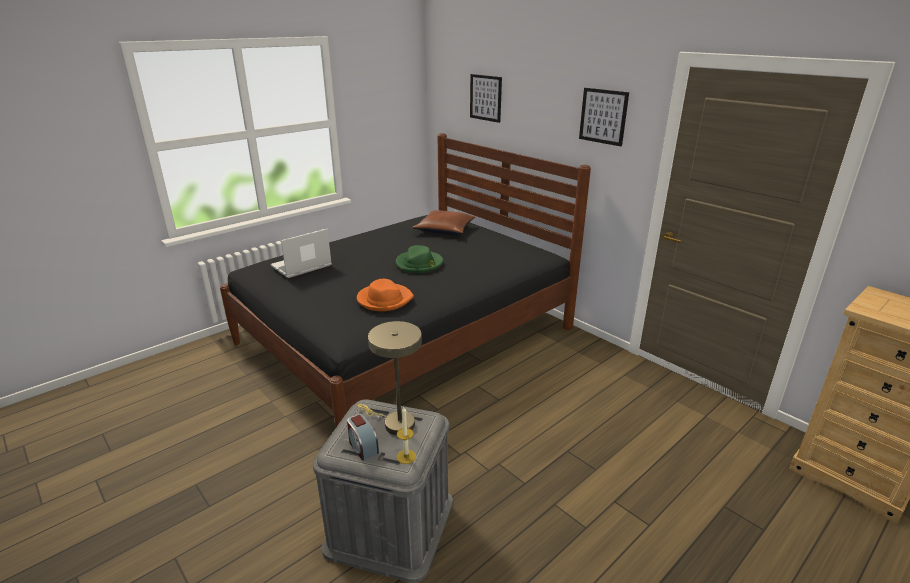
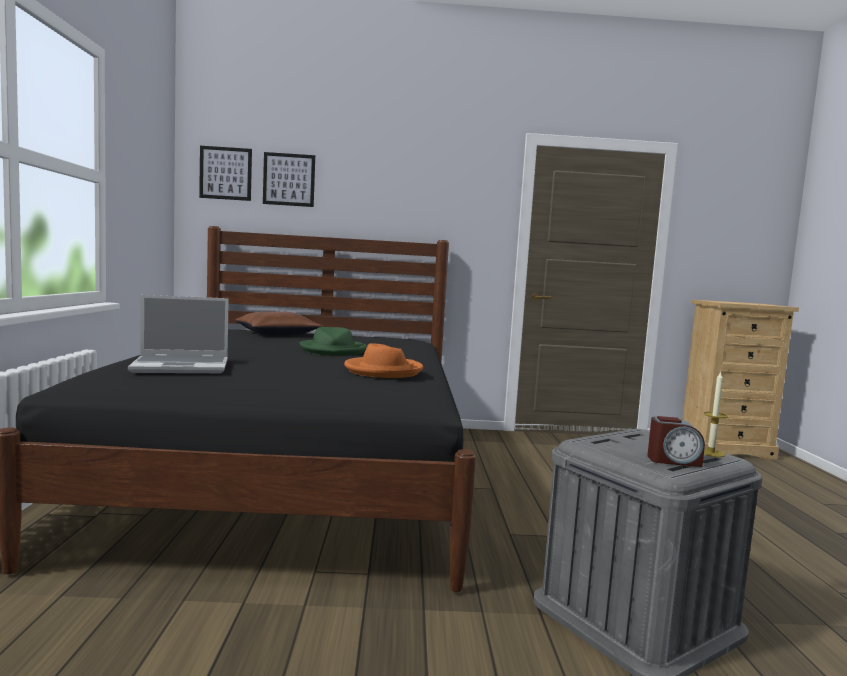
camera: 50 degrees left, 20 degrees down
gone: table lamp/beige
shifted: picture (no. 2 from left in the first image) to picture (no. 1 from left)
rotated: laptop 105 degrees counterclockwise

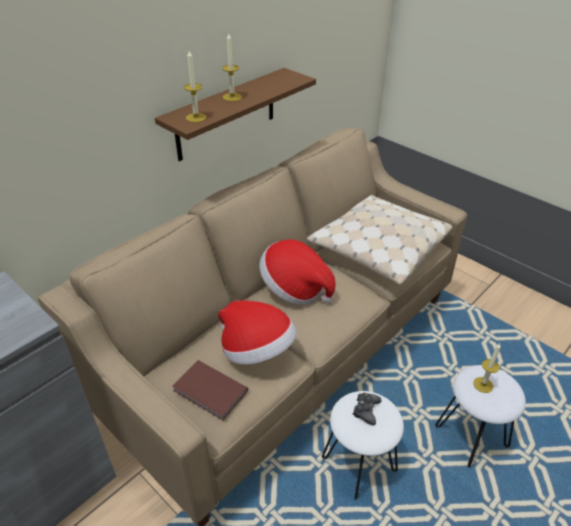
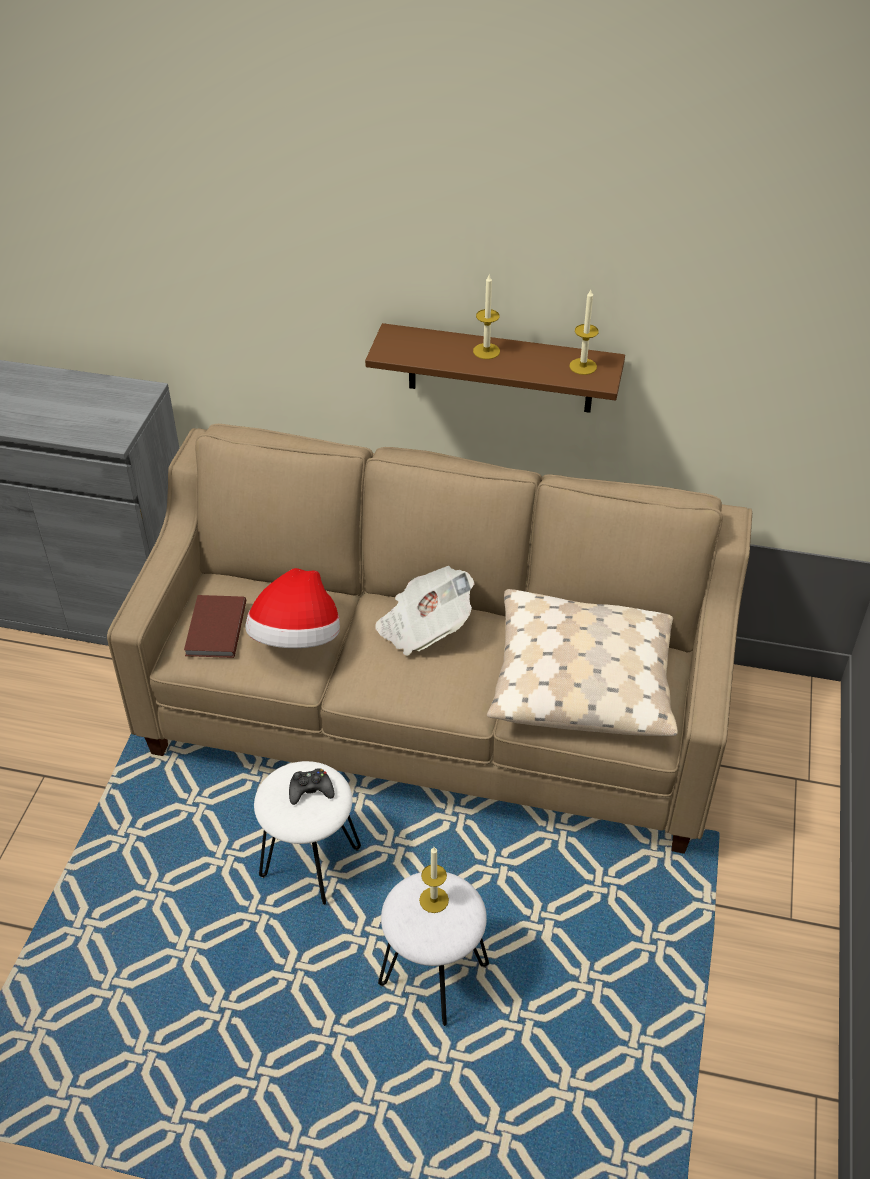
camera: 60 degrees right, 5 degrees up
shifted: candle (no. 1 from left in the first image) to candle (no. 3 from left)
swapped: hat (no. 2 from left) to newspaper

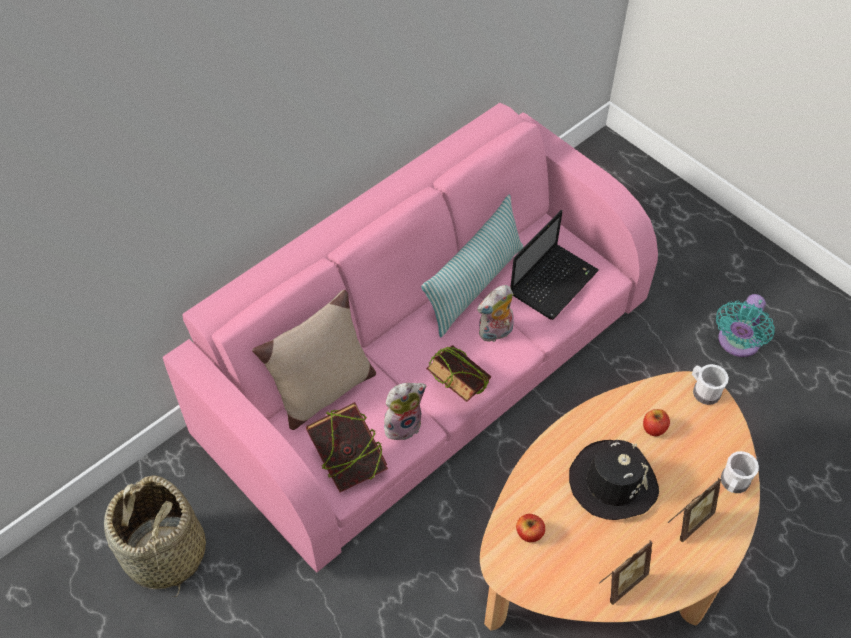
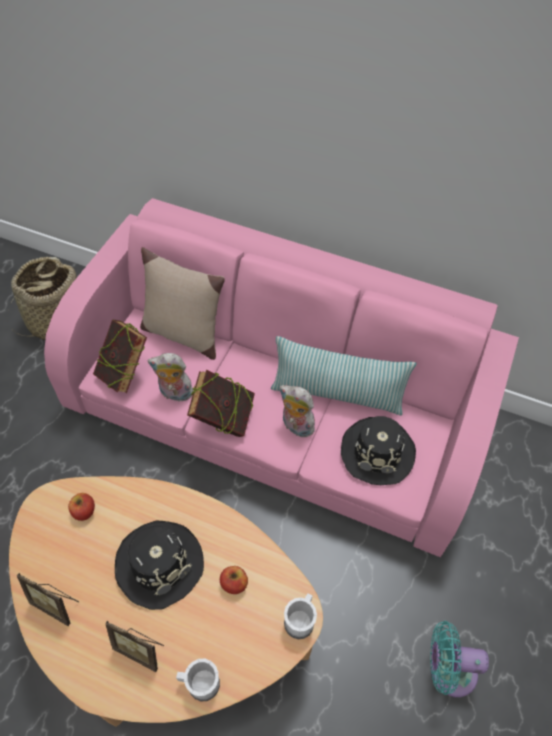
camera: 65 degrees right, 0 degrees up
swapped: laptop to hat/black (no. 2 from left)
rotated: plush toy (no. 1 from left) 150 degrees clockwise

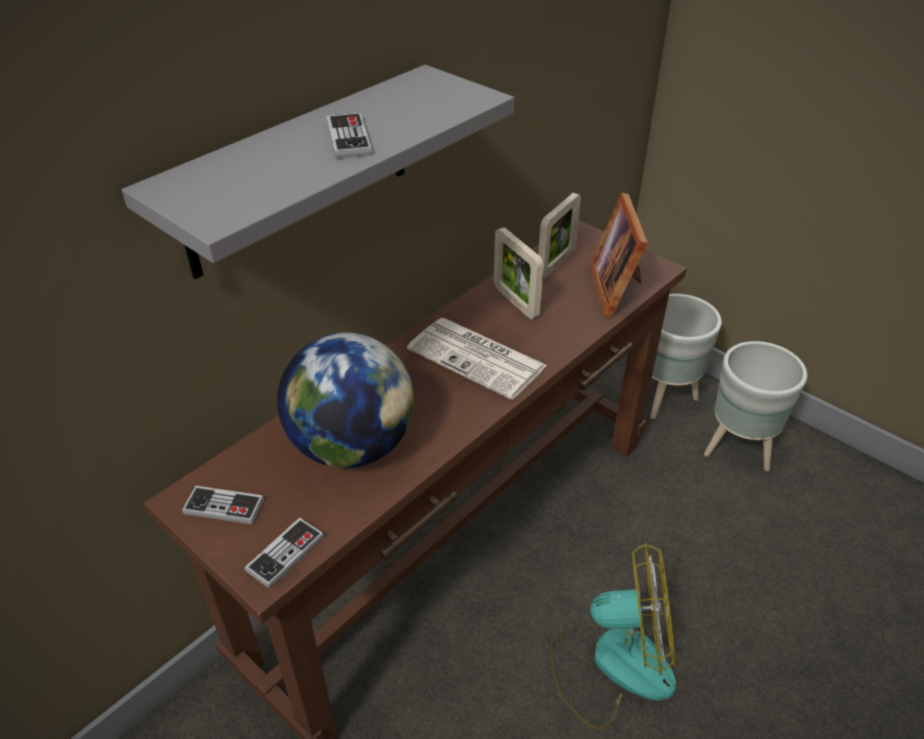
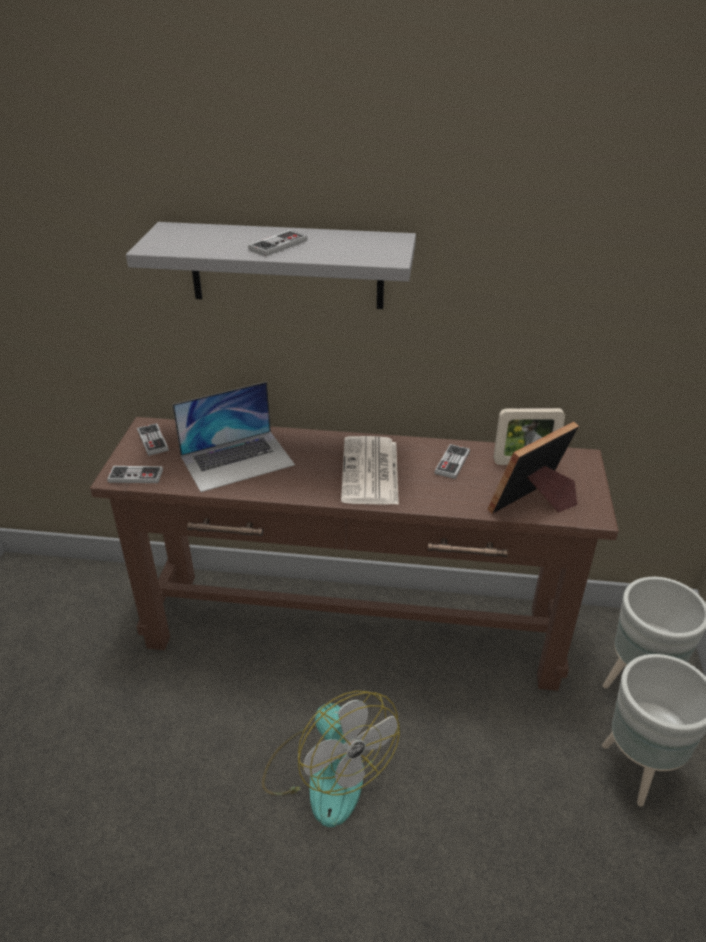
camera: 55 degrees right, 5 degrees down
swapped: globe to laptop; picture frame (no. 1 from left) to game controller (no. 4 from left)

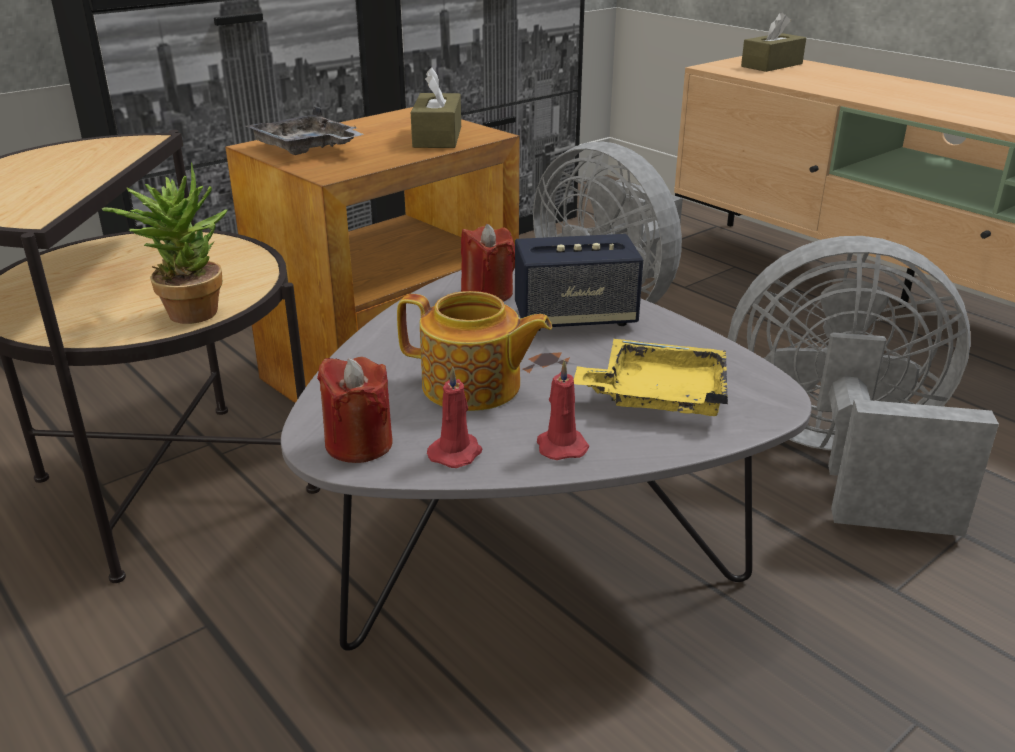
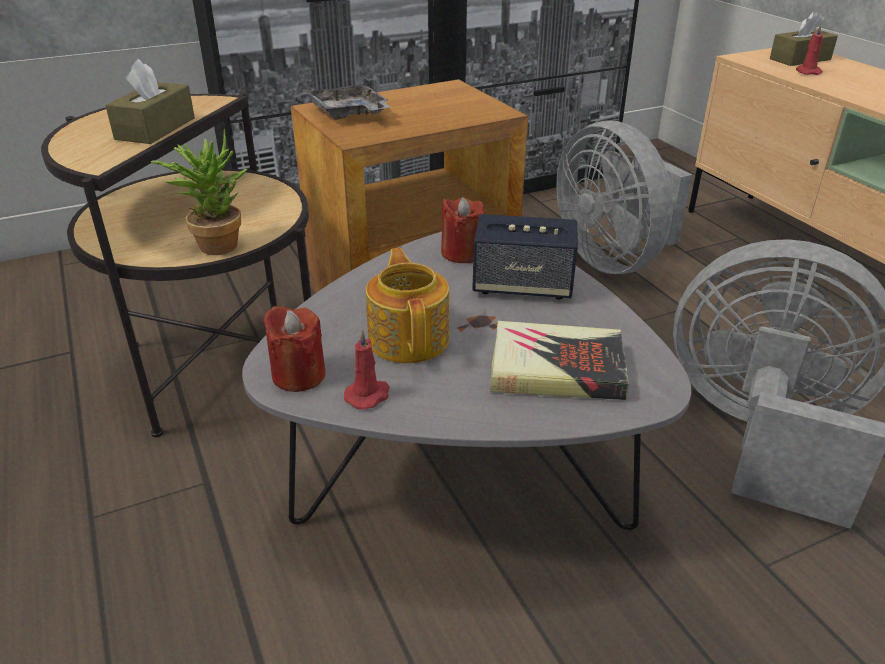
camera: 15 degrees right, 5 degrees up
shifted: tissue box/brown (no. 1 from left); candle/red (no. 4 from left)
swapped: tray/yellow to book
rotated: teapot 135 degrees counterclockwise

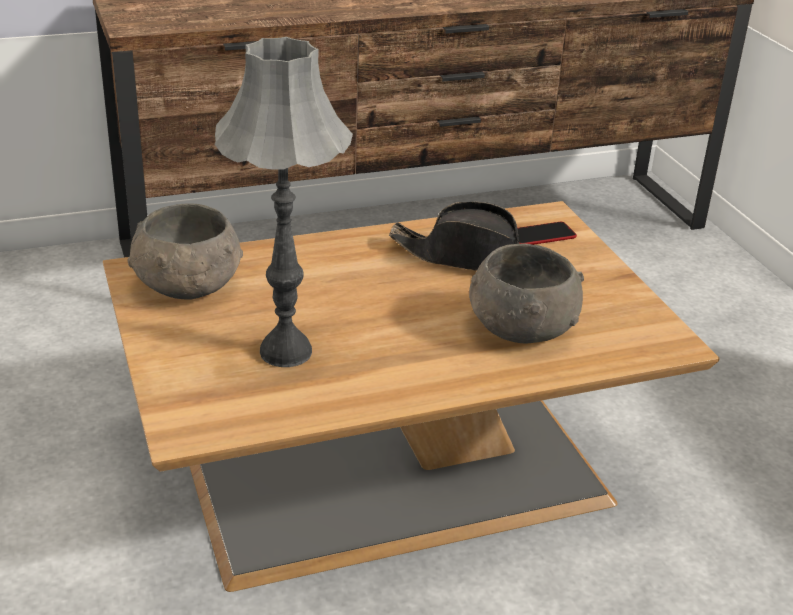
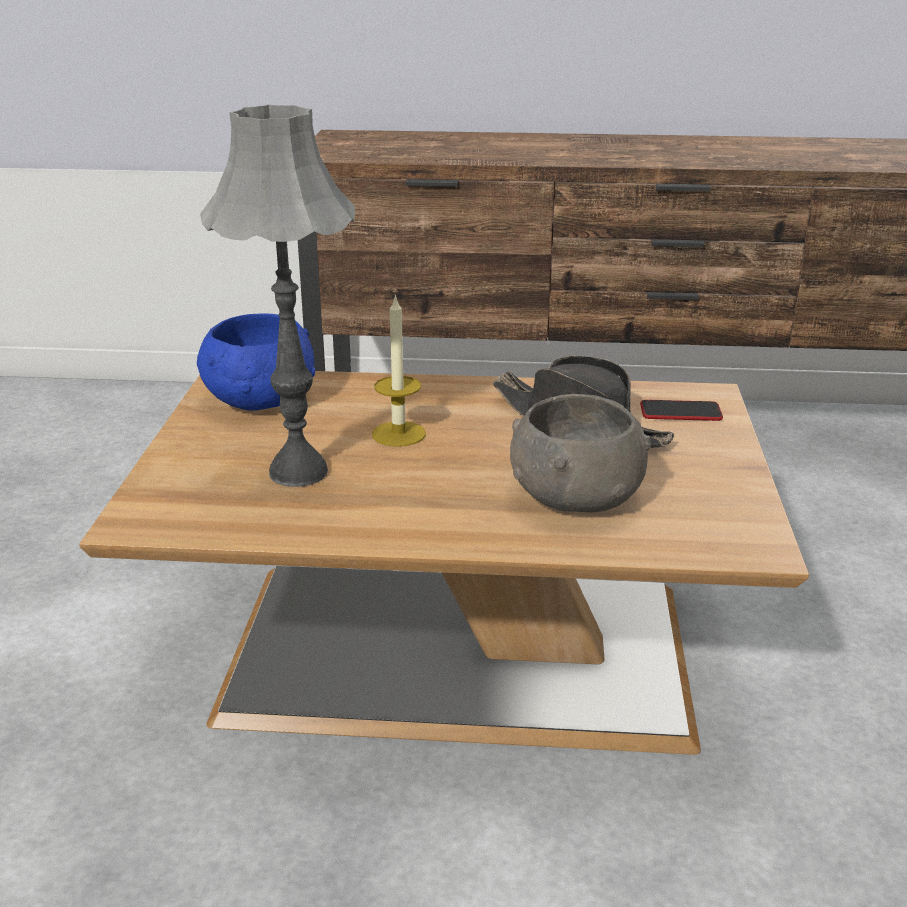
camera: 25 degrees right, 5 degrees down
new: candle
repainted: bowl/grey (no. 1 from left) to bowl/blue

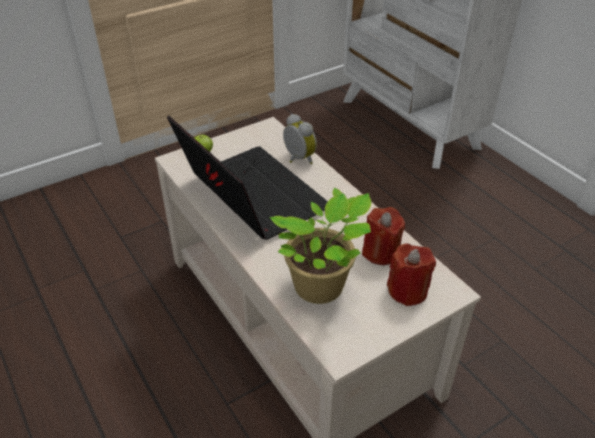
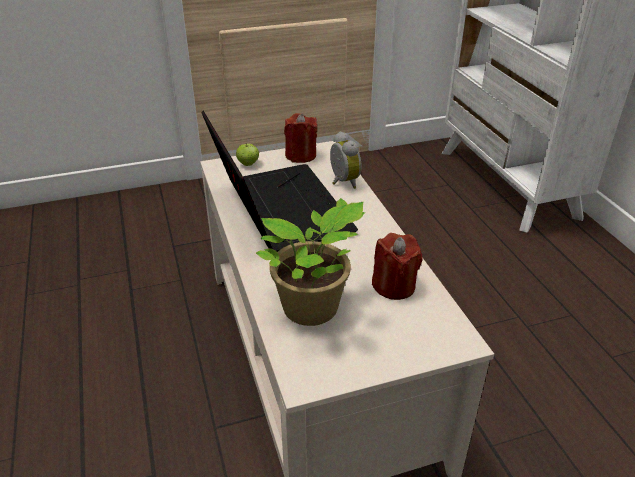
camera: 15 degrees right, 5 degrees down
shifted: candle/red (no. 2 from left in the first image) to candle/red (no. 1 from left)

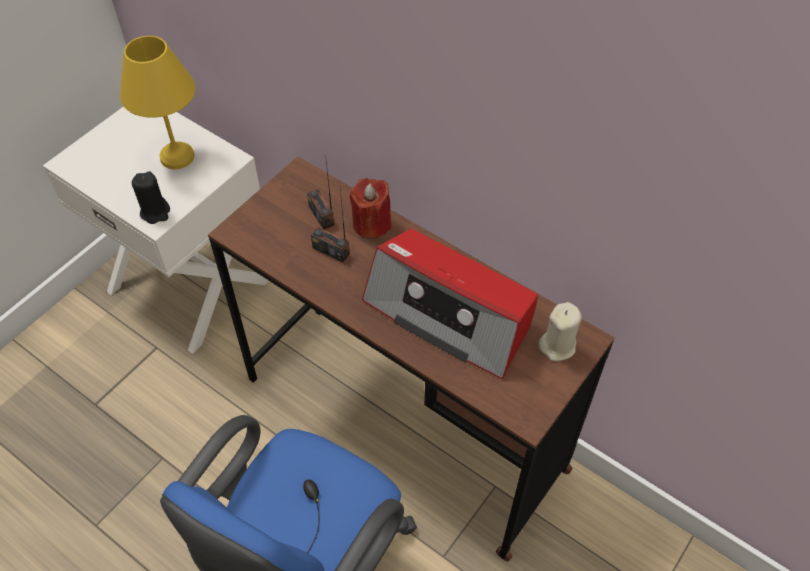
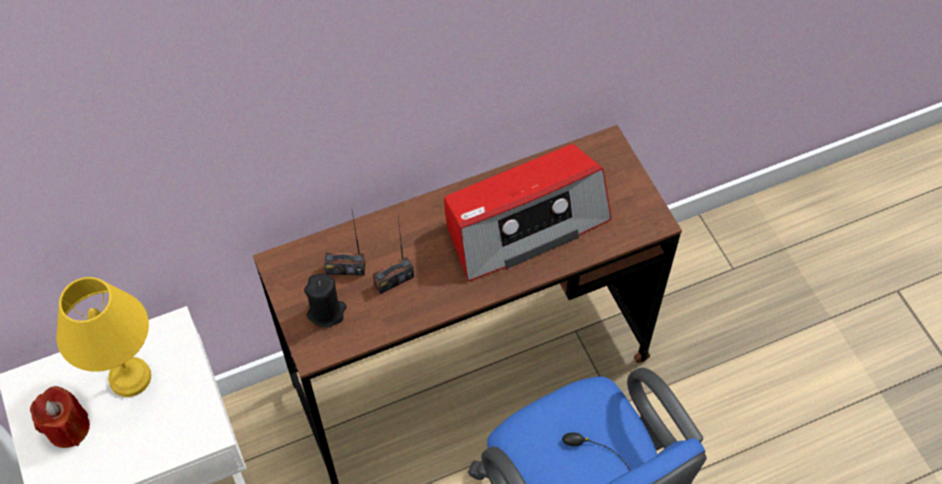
camera: 60 degrees left, 5 degrees up
gone: candle/beige
shifted: candle/black; candle/red

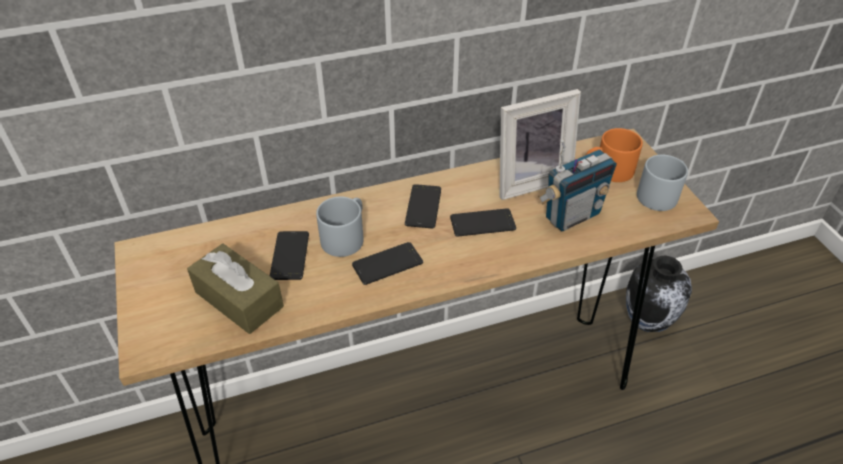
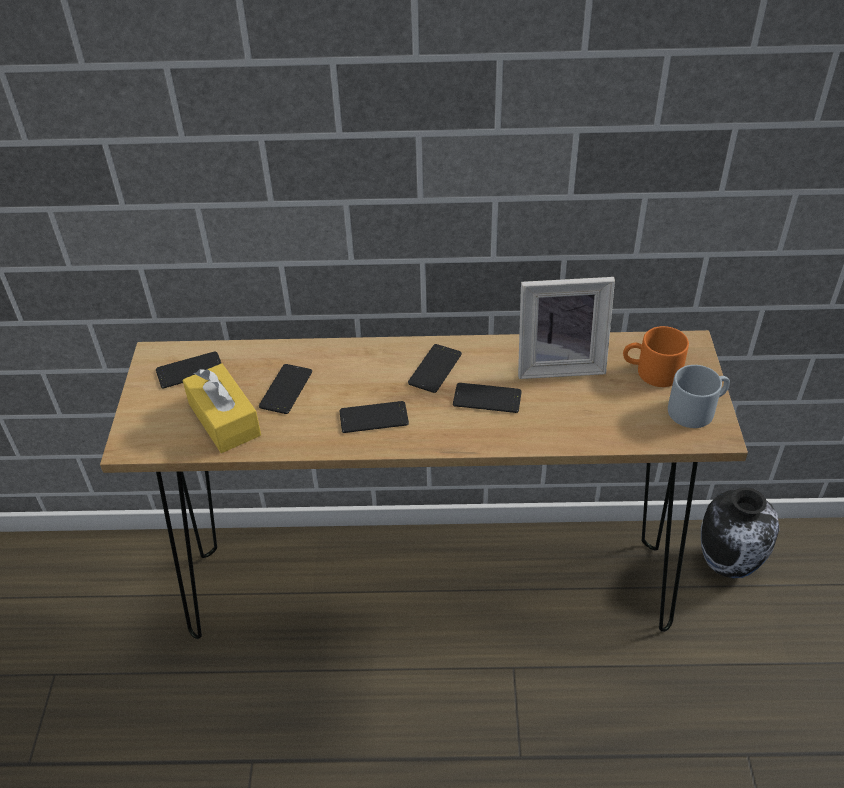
camera: 20 degrees right, 0 degrees up
gone: mug/grey (no. 1 from left); radio
new: phone (no. 1 from left)
repainted: tissue box/brown to tissue box/yellow

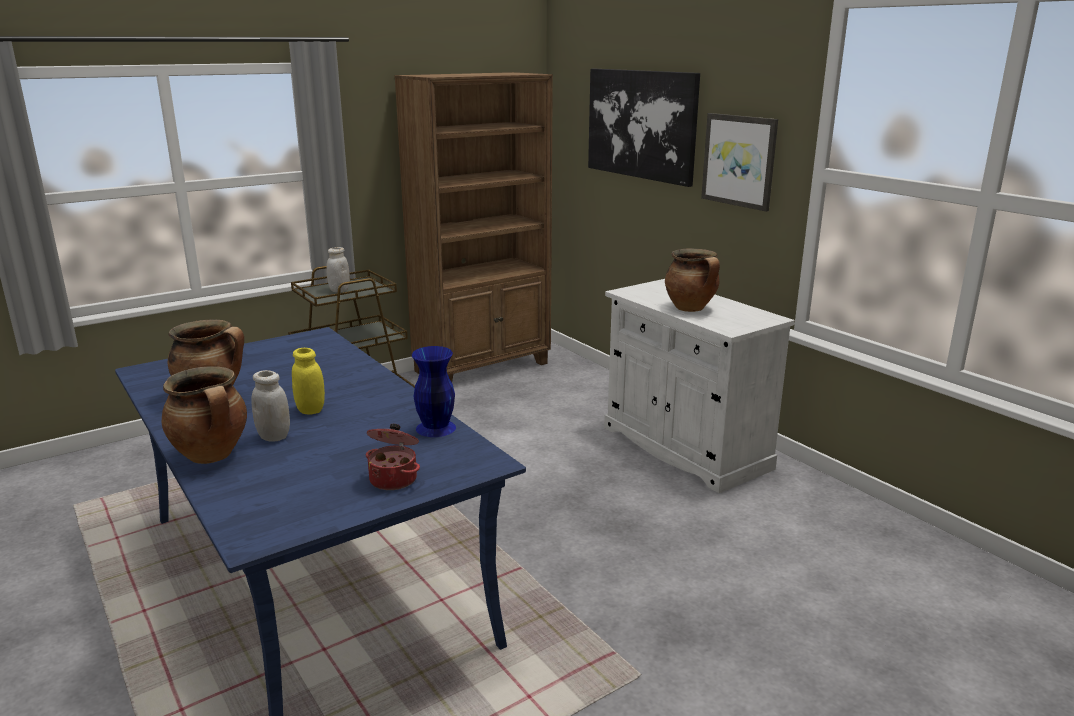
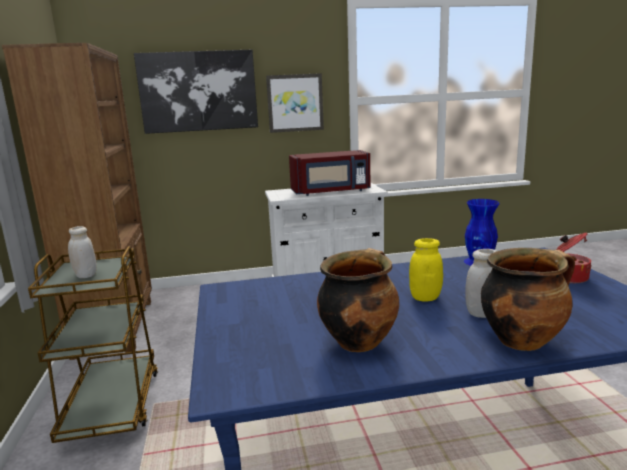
camera: 65 degrees left, 5 degrees down
swapped: cooking pot (no. 4 from left) to microwave/red

